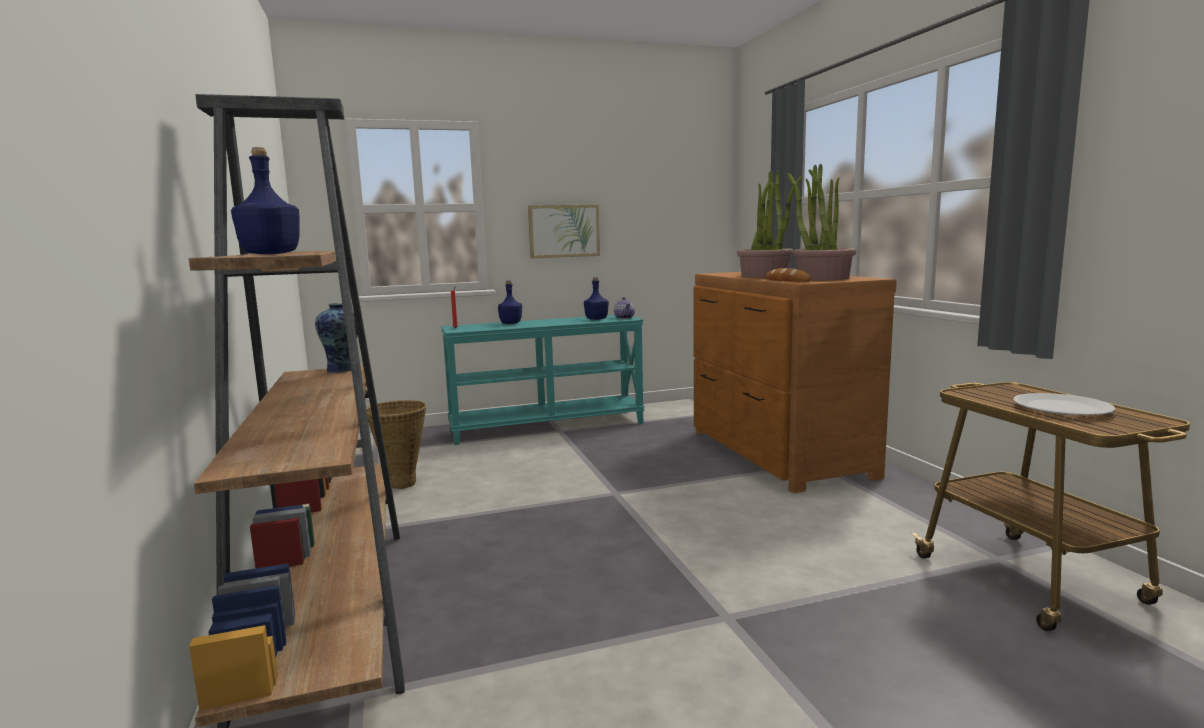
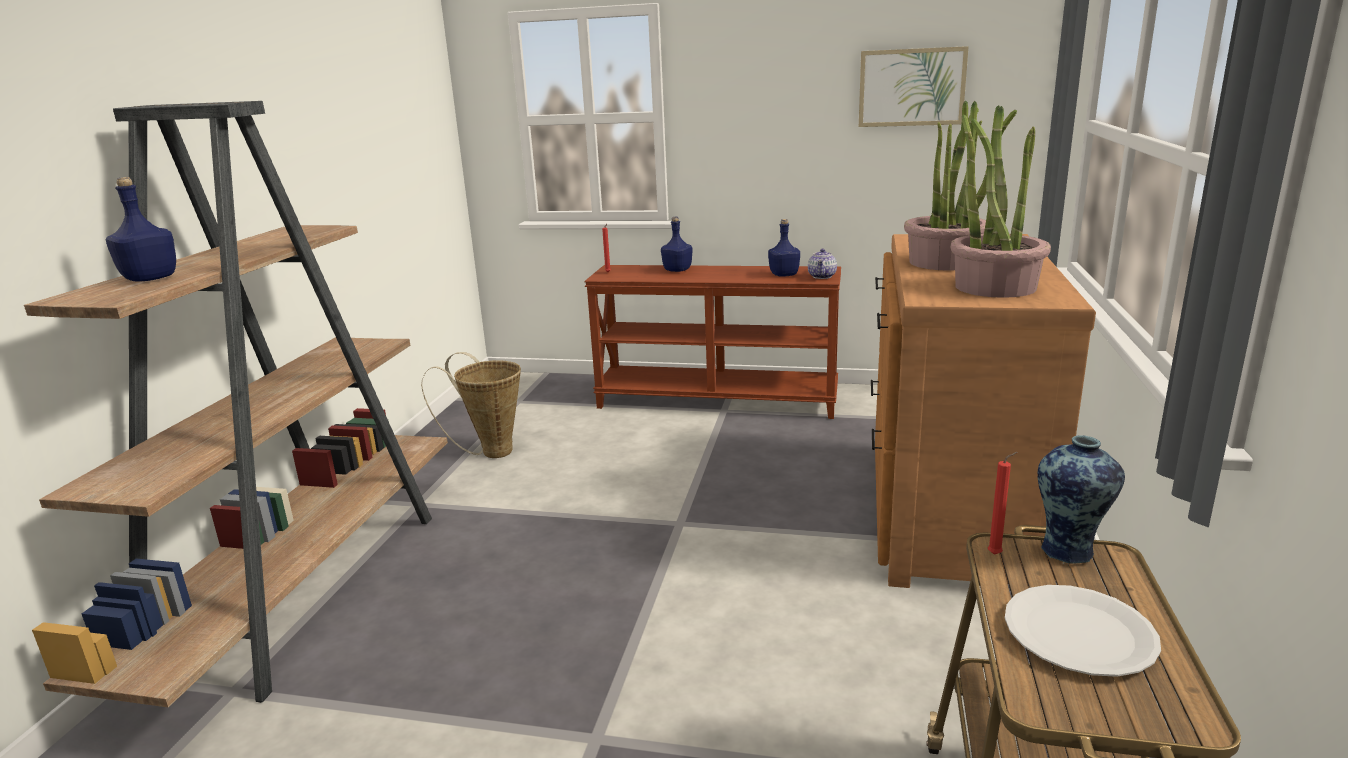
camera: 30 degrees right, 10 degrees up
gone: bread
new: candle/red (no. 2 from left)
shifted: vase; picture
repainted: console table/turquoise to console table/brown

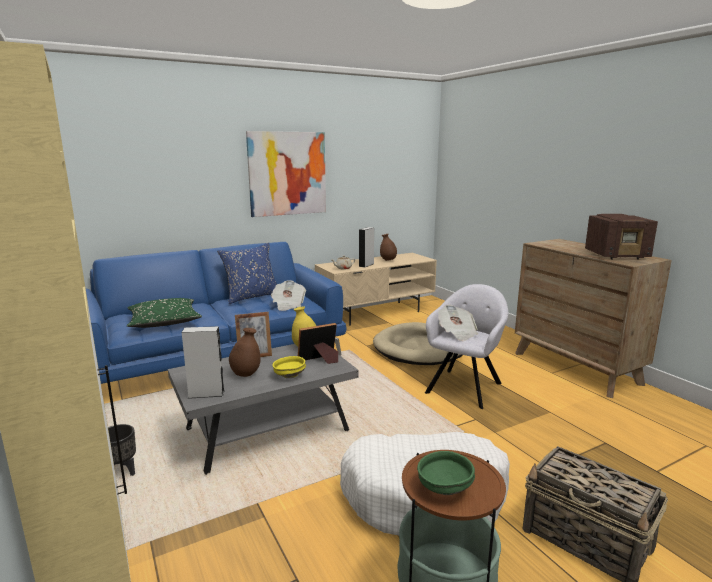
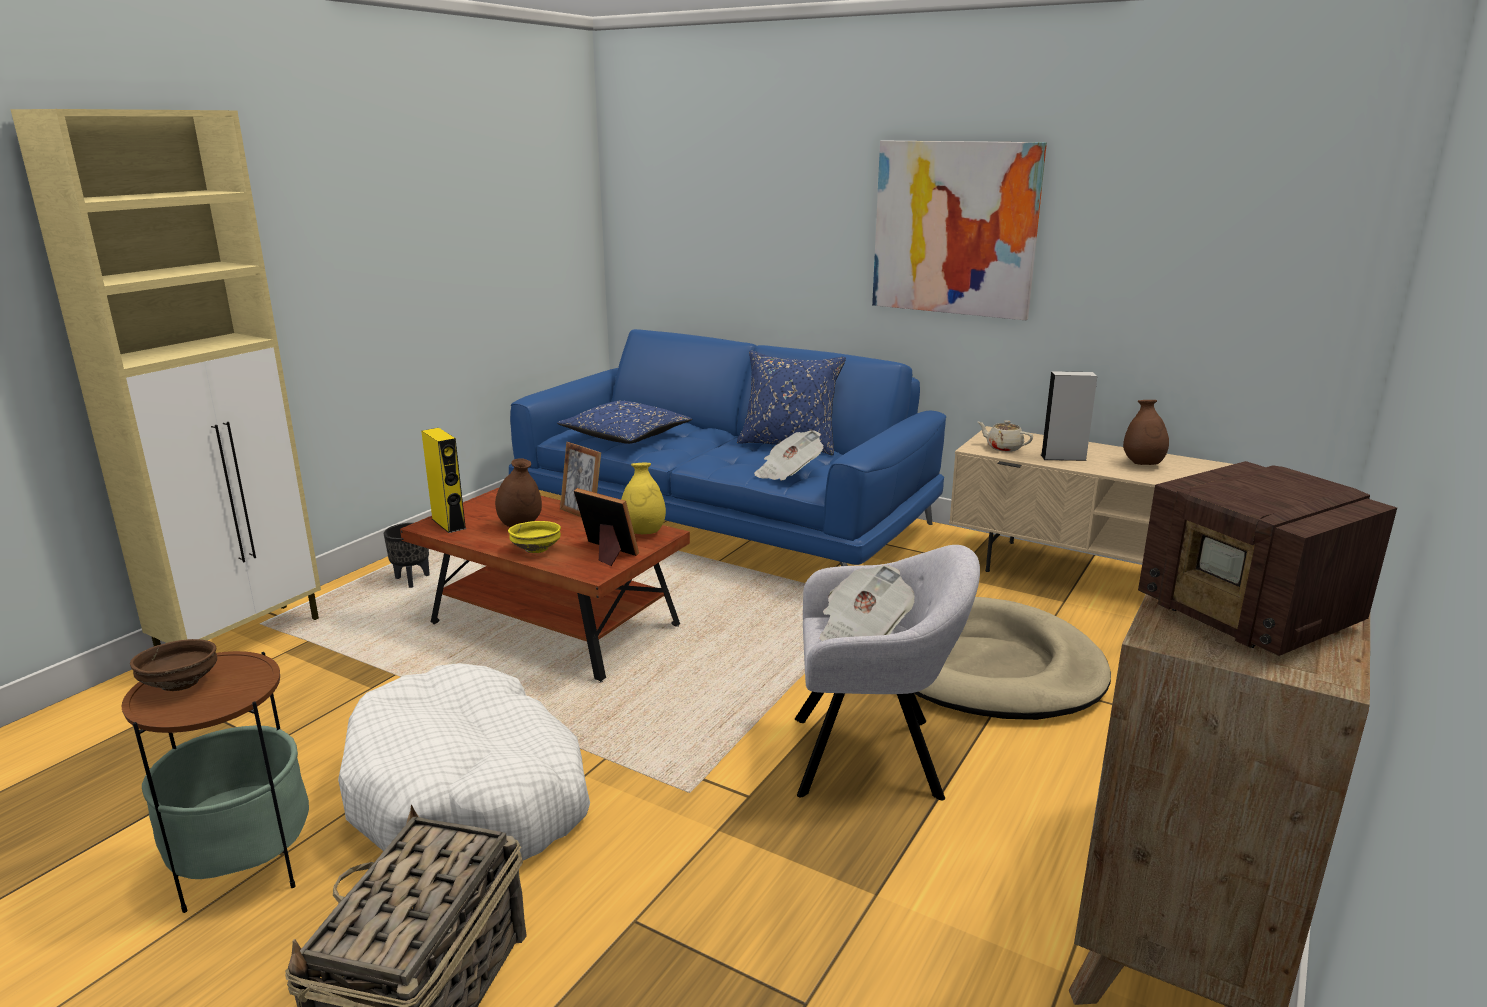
camera: 60 degrees right, 5 degrees up
repainted: pillow/green to pillow/blue (no. 1 from left); coffee table/grey to coffee table/brown; speaker/grey (no. 1 from left) to speaker/yellow; bowl/green to bowl/brown

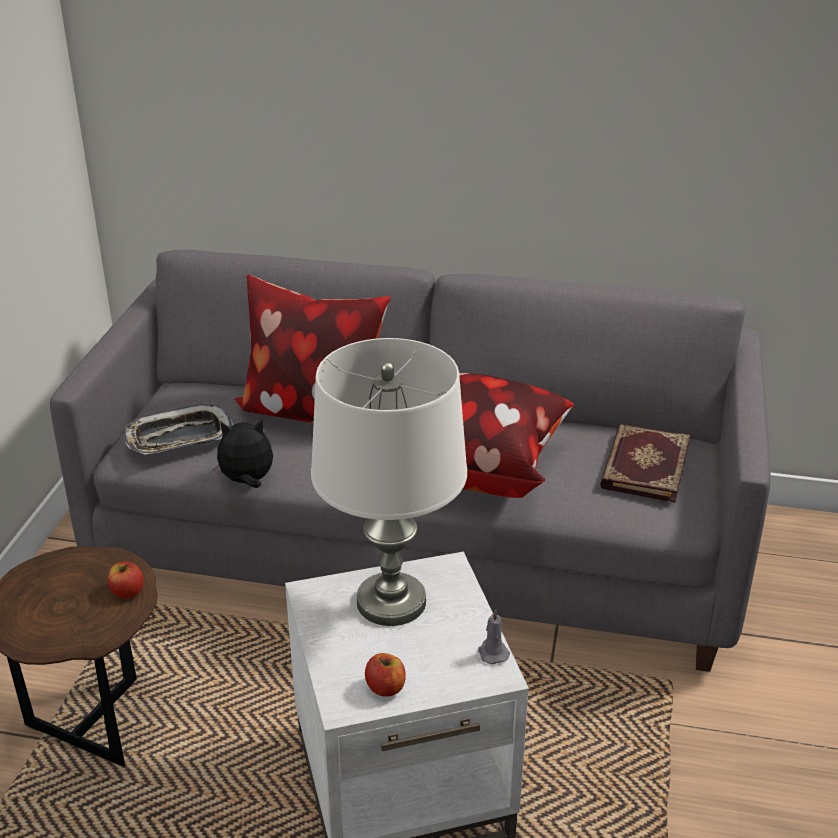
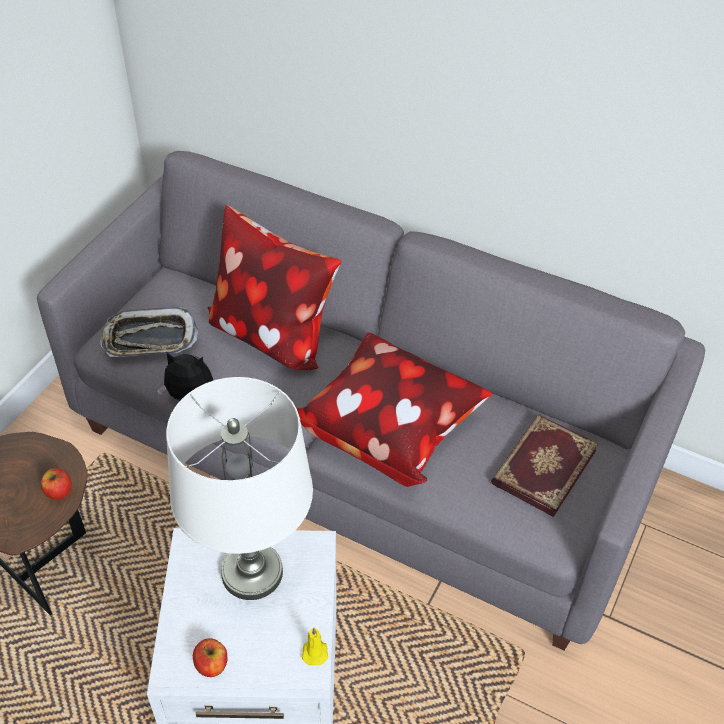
camera: 15 degrees right, 15 degrees up
repainted: candle/grey to candle/yellow

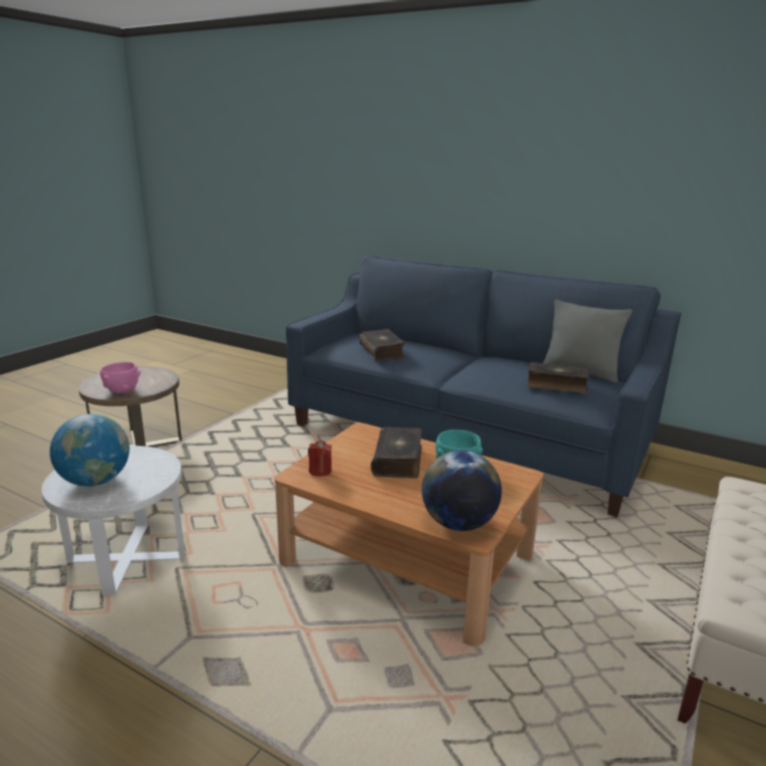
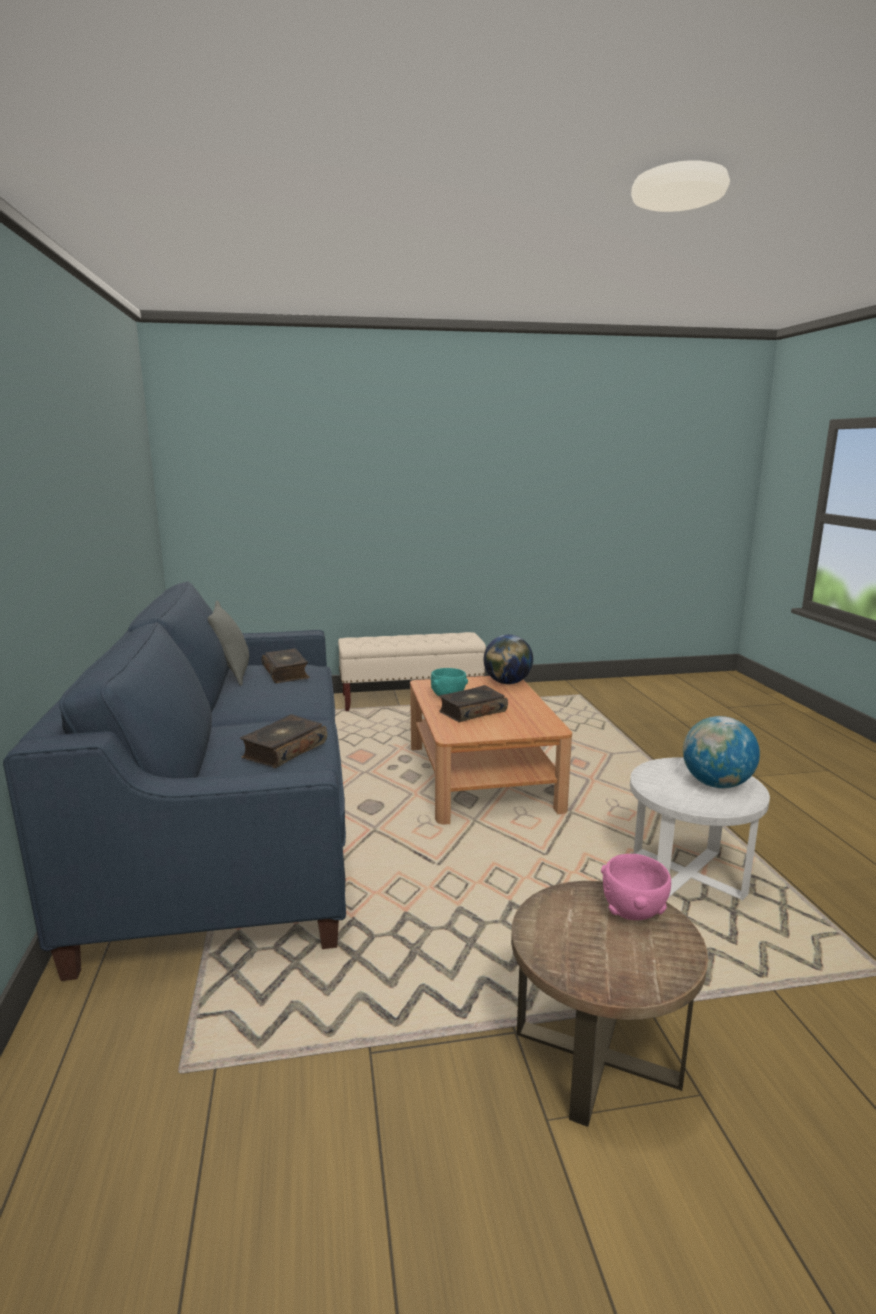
camera: 130 degrees left, 5 degrees down
gone: candle/red

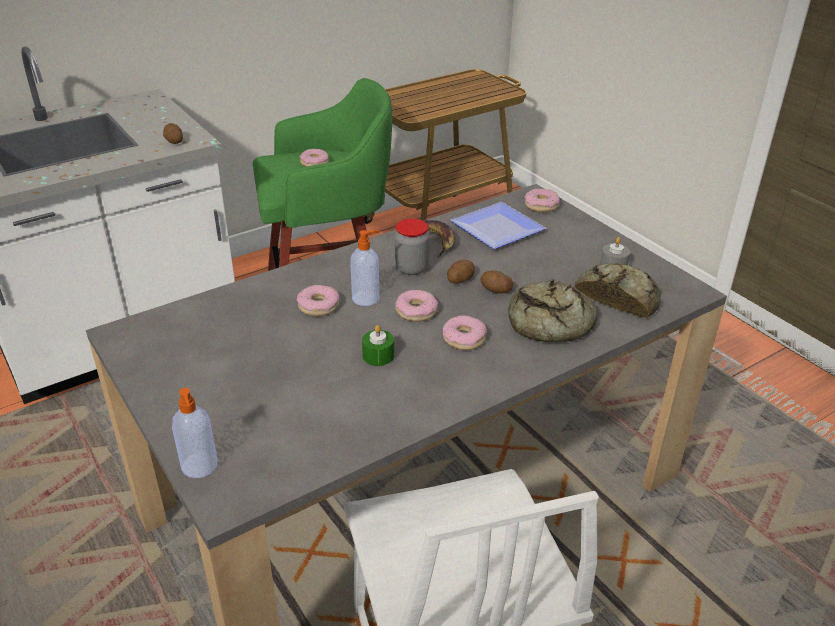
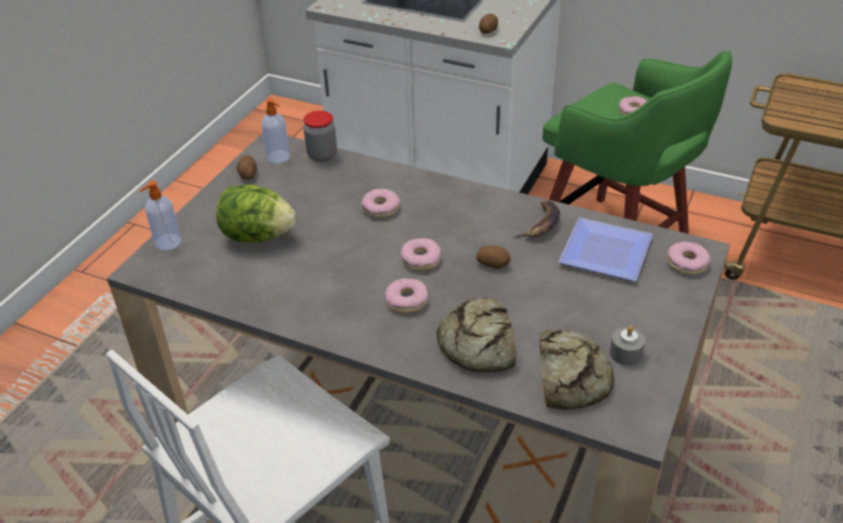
camera: 60 degrees right, 5 degrees up
gone: candle/green
new: lettuce
shifted: soap dispenser (no. 2 from left); jar; potato (no. 3 from left in the first image) to potato (no. 1 from left)

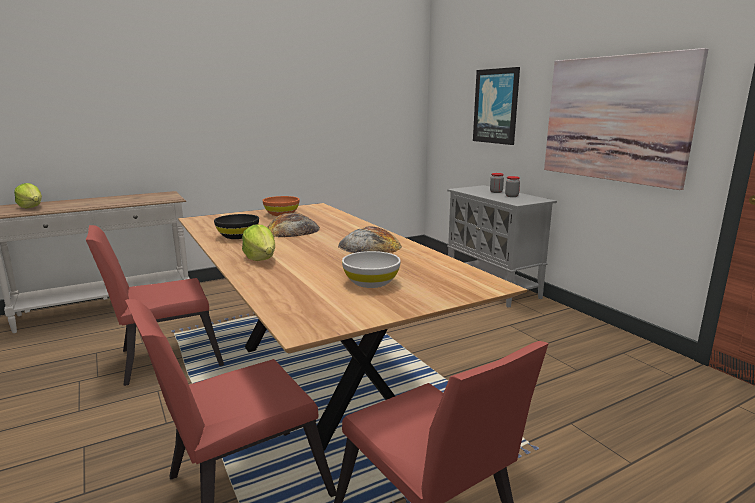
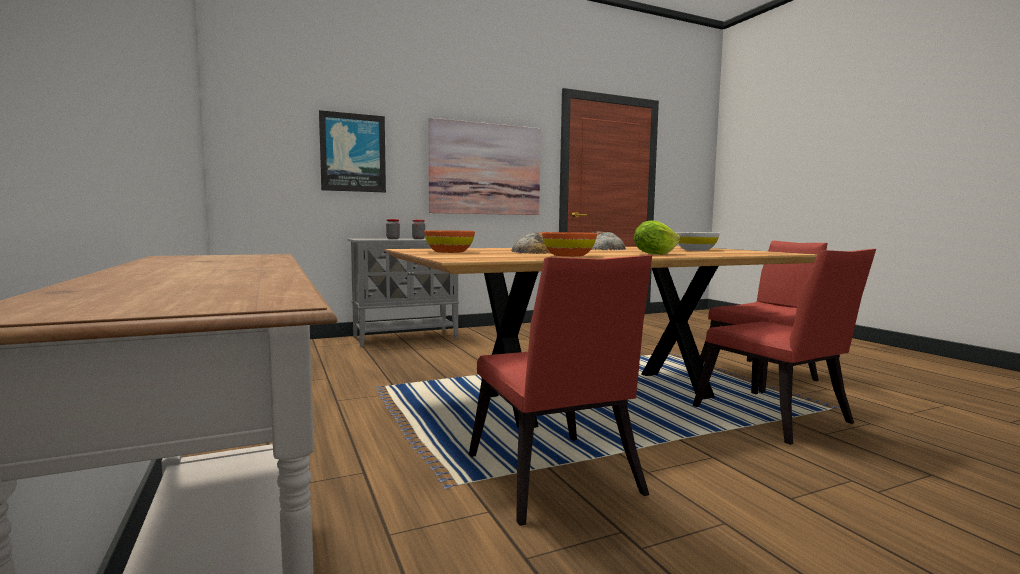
camera: 85 degrees left, 10 degrees down
gone: lettuce (no. 1 from left)
repainted: bowl/black to bowl/orange (no. 2 from left)

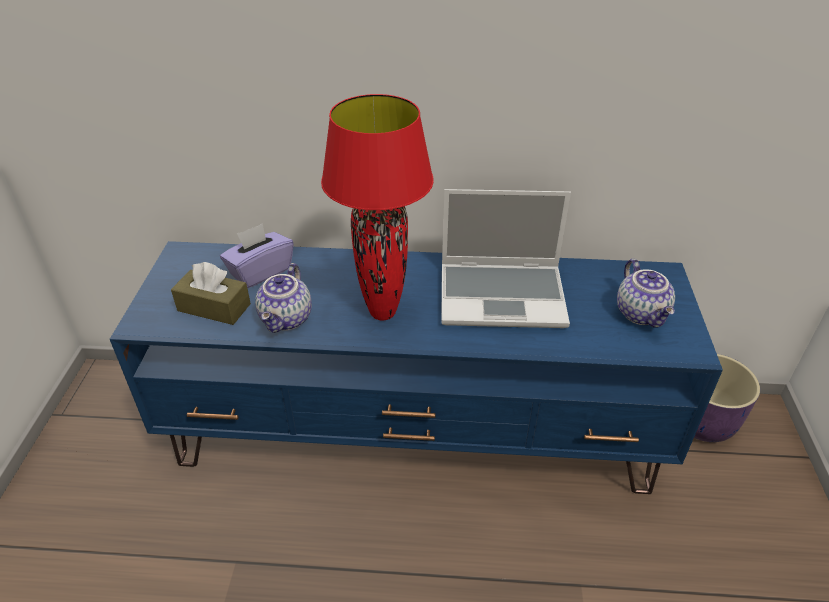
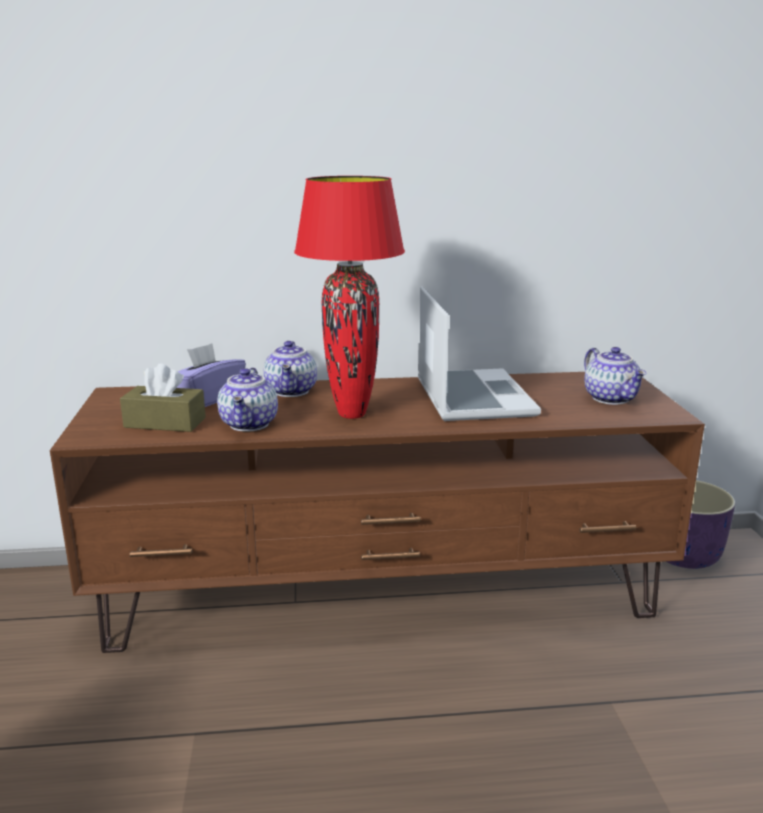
camera: 10 degrees left, 20 degrees down
new: teapot (no. 2 from left)
repainted: tv stand/blue to tv stand/brown
rotated: laptop 90 degrees counterclockwise

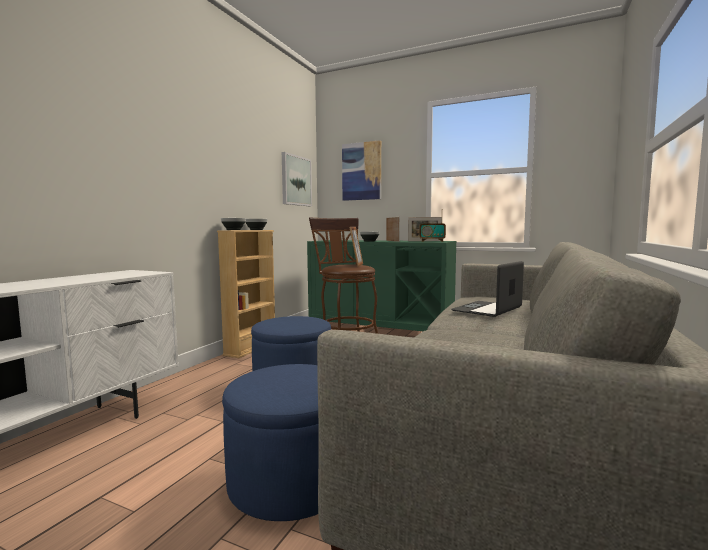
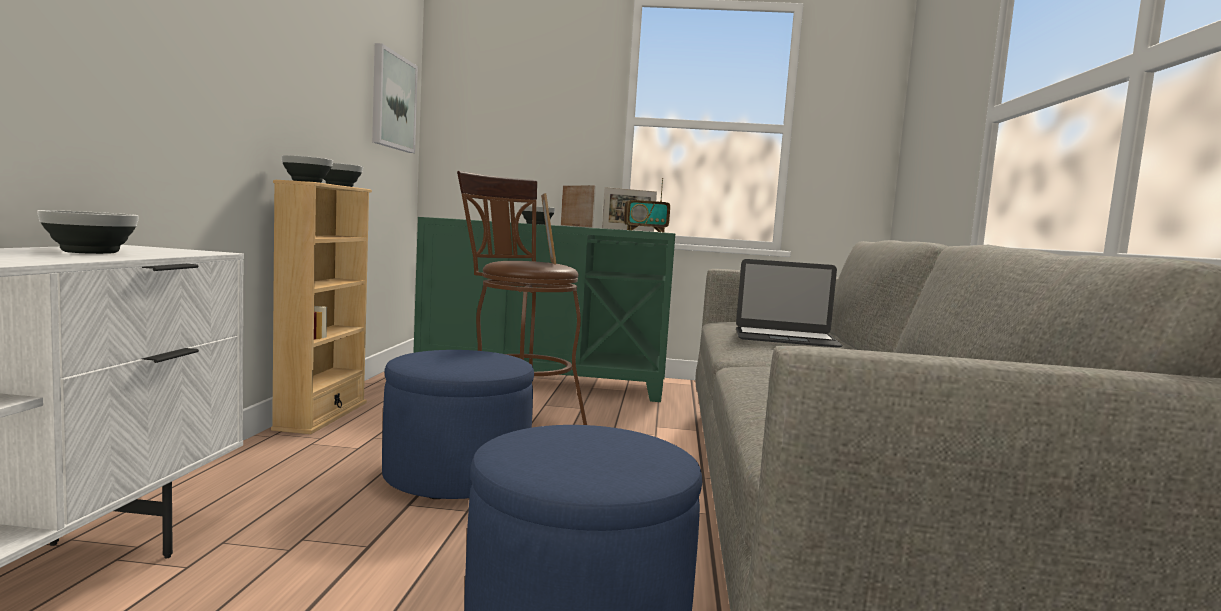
camera: 20 degrees left, 0 degrees up
gone: picture (no. 2 from left)
new: bowl (no. 1 from left)
rotated: laptop 105 degrees counterclockwise

